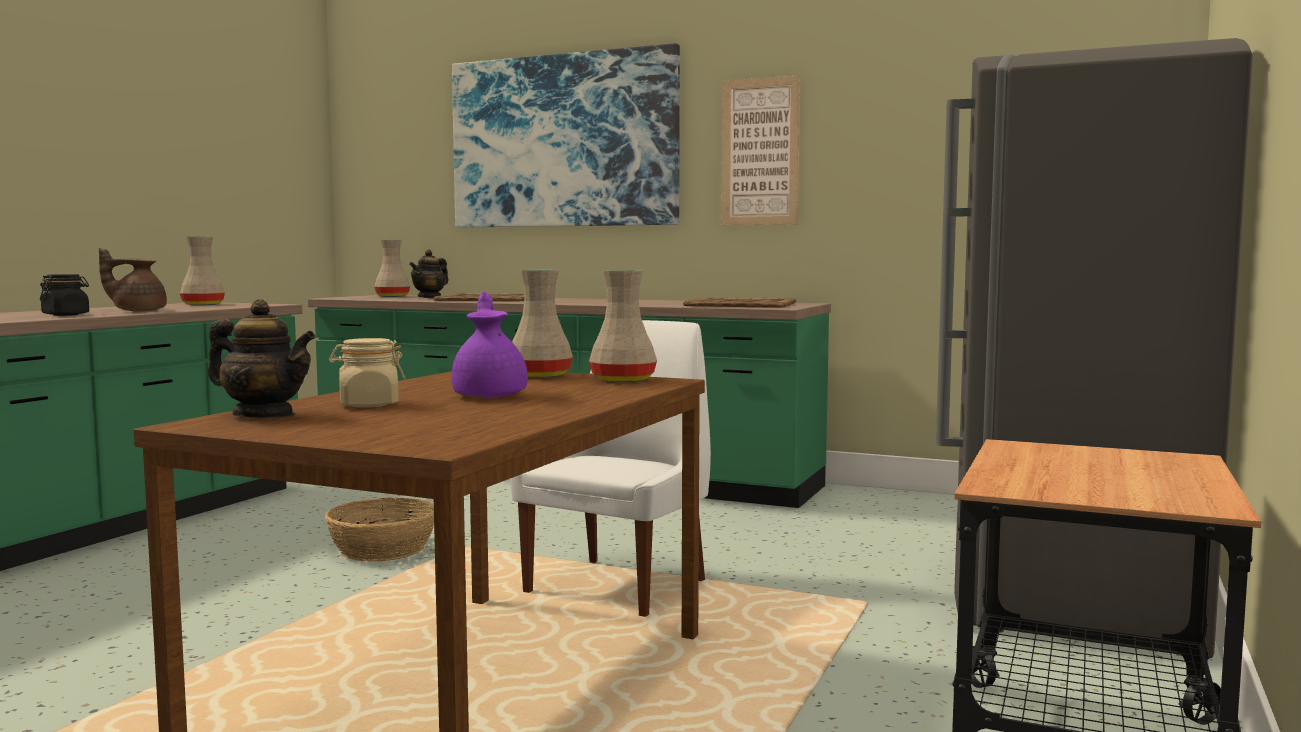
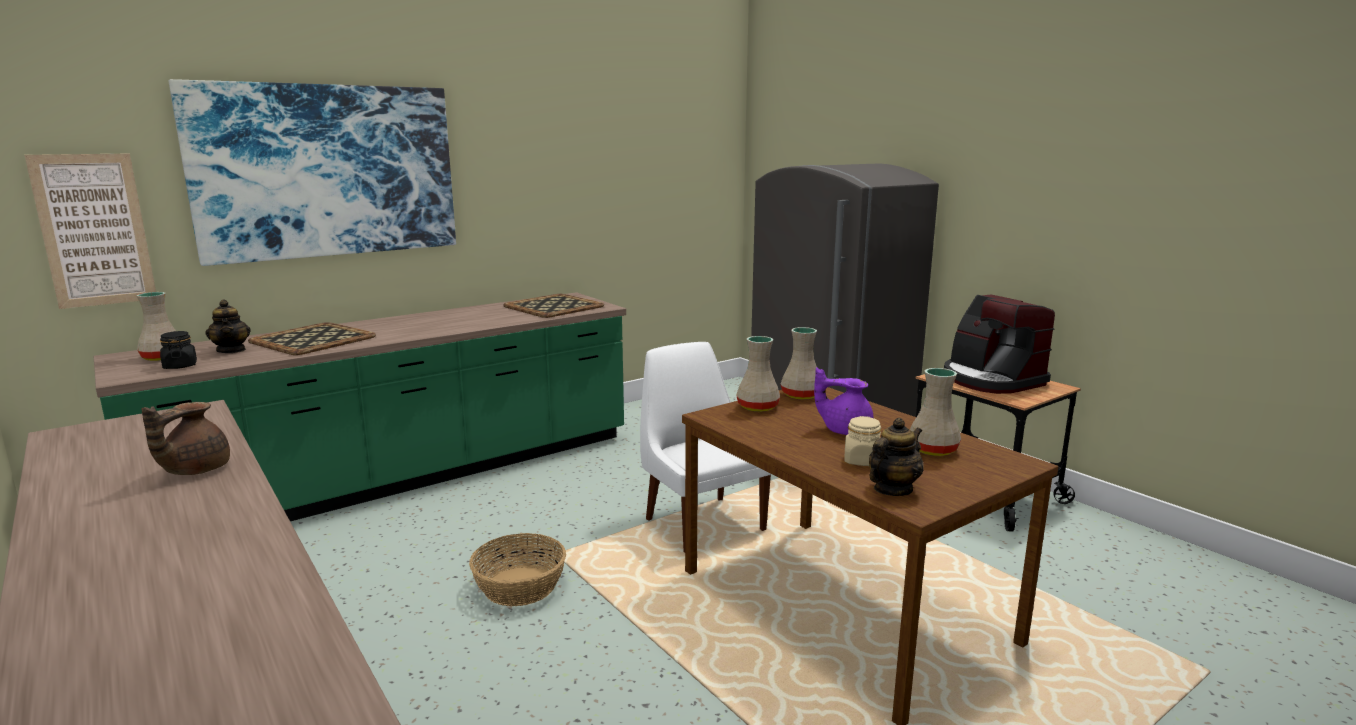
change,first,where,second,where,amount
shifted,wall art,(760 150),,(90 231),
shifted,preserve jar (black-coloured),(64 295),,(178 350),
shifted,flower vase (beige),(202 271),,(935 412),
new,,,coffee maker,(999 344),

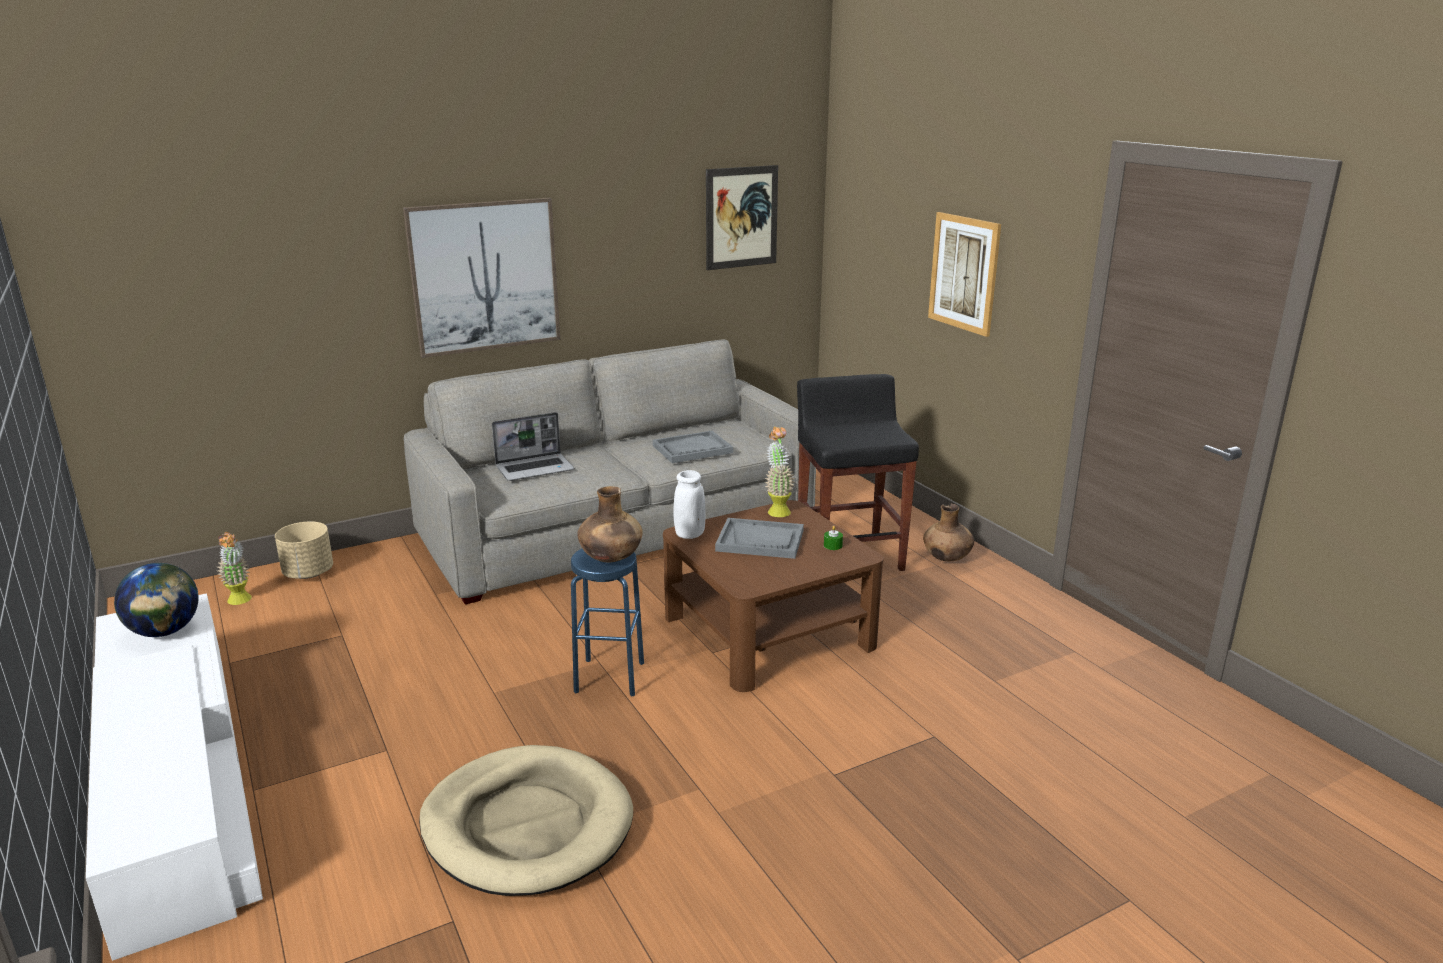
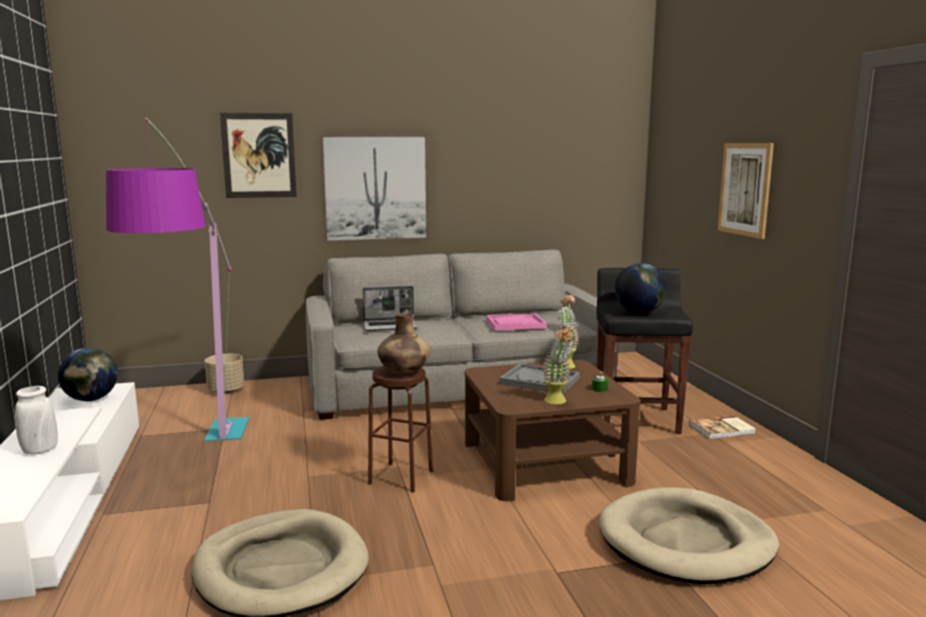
change,first,where,second,where,amount
shifted,flower vase (whitish),(689 504),,(36 420),
new,,,standard lamp,(177 279),
shifted,wall art,(742 217),,(258 155),
repainted,stool (bluish),(607 623),stool (brown-coloured),(400 429),
repainted,serving tray (gray),(693 447),serving tray (pink),(516 321),
shifted,plant in a pot,(234 568),,(557 365),
new,,,dog bed (beige),(689 535),
new,,,world globe,(640 288),
swapped,flower vase (brown-coloured),(948 532),bound book,(722 427),

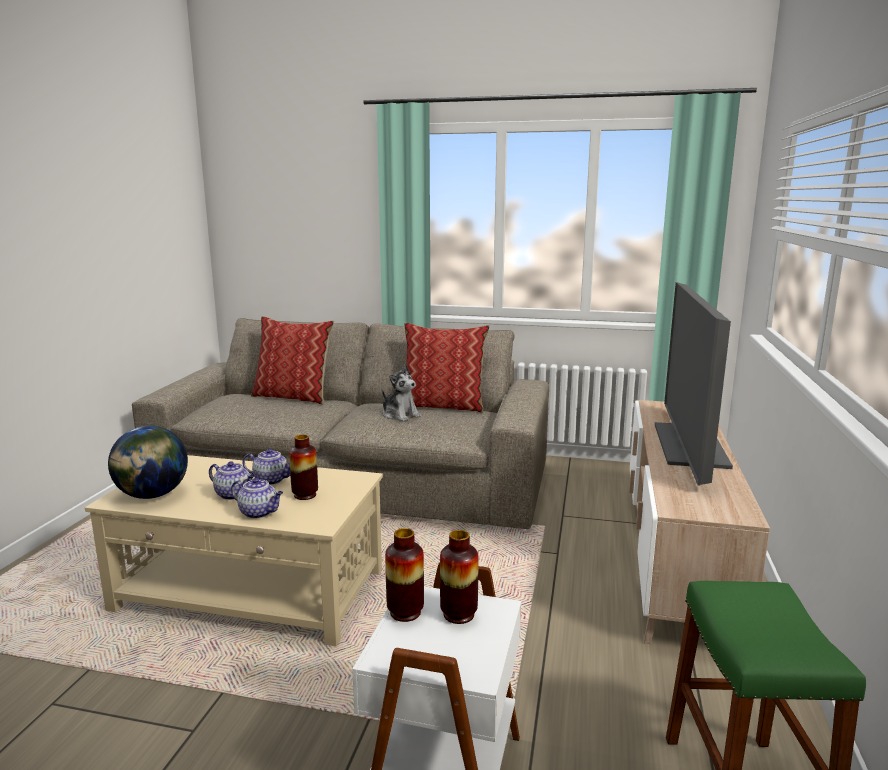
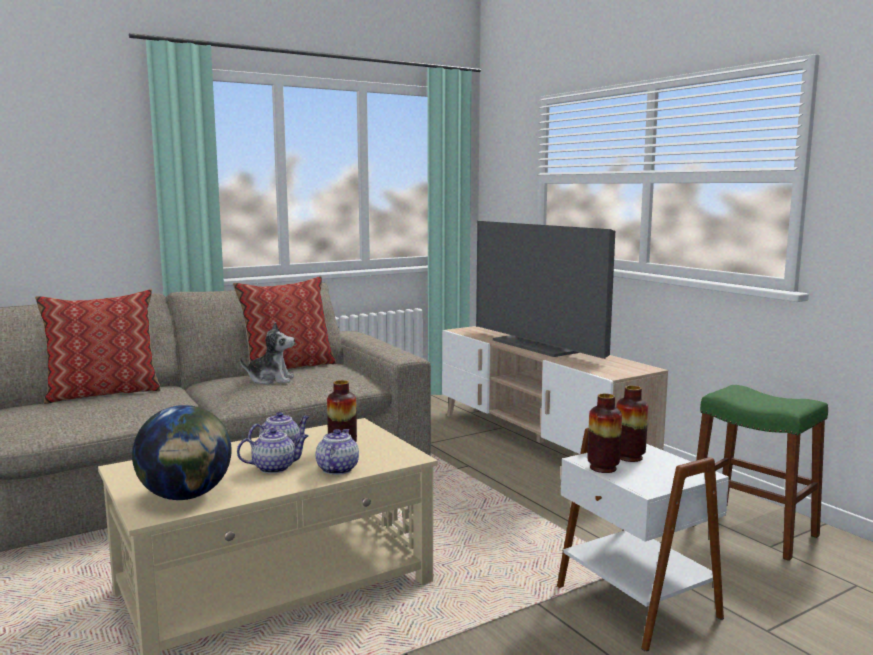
change,first,where,second,where,amount
rotated,pot for tea,(257 498),,(337 452),60 degrees counterclockwise

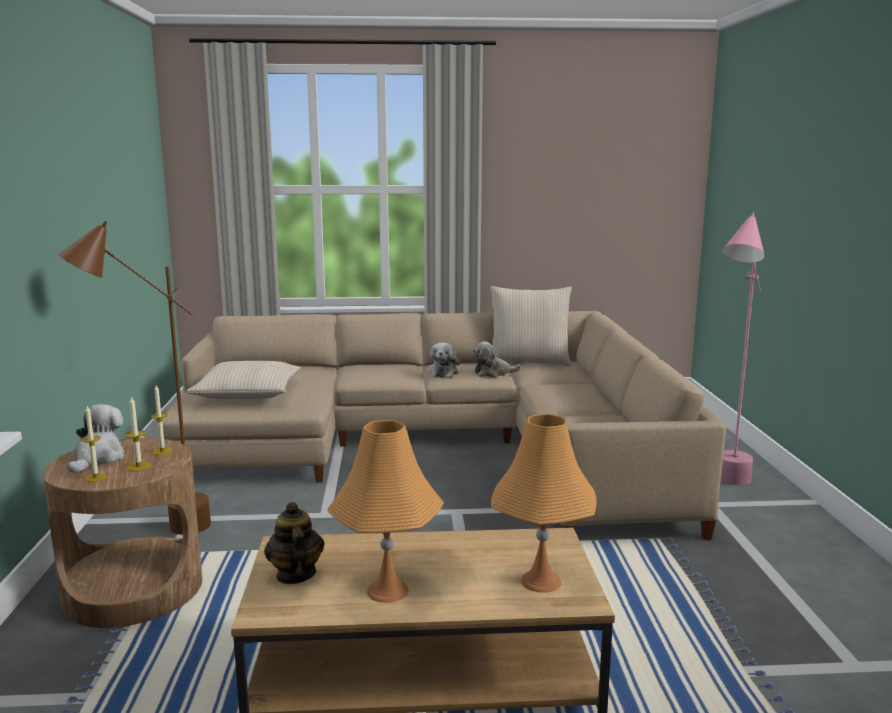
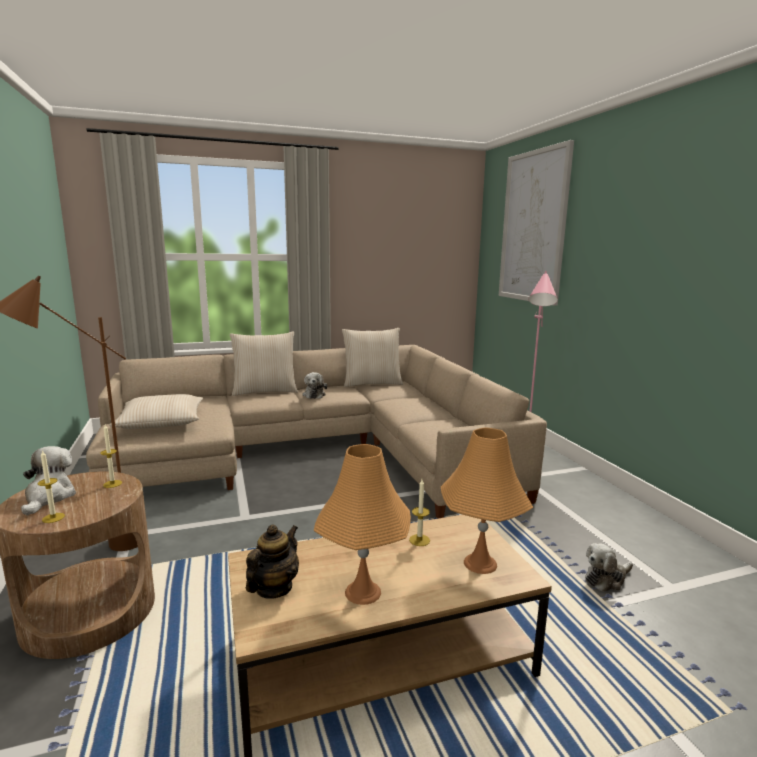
change,first,where,second,where,amount
new,,,throw pillow (beige),(264 364),
rotated,pot for tea,(294 543),,(272 562),60 degrees clockwise
shifted,candle,(138 433),,(419 513),
new,,,wall art,(536 223),
shifted,plush toy,(496 359),,(609 567),

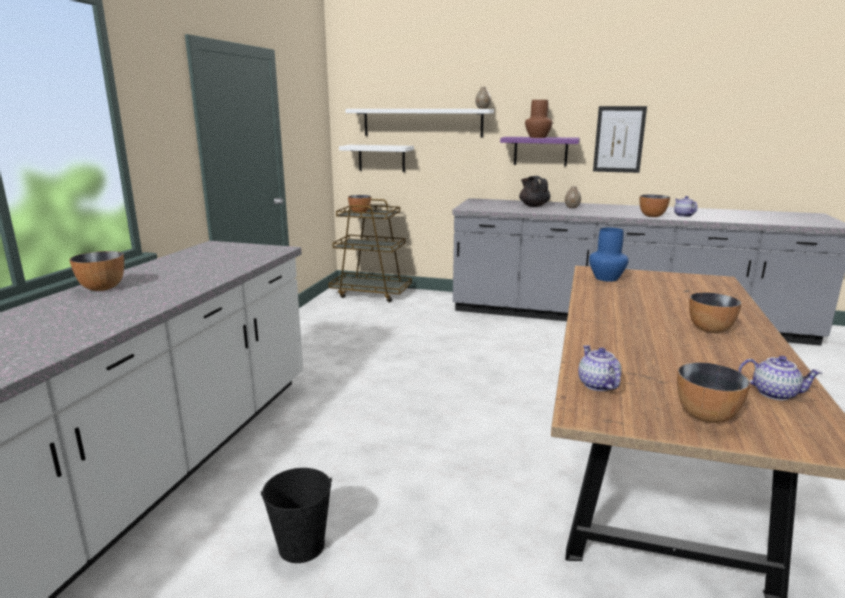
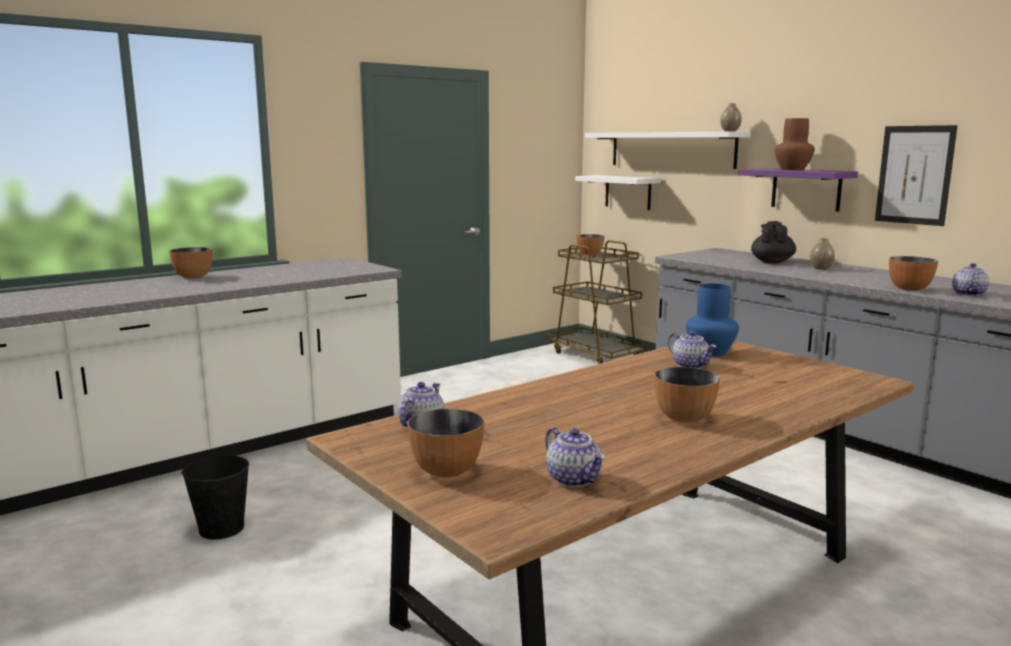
change,first,where,second,where,amount
new,,,pot for tea,(692 349),

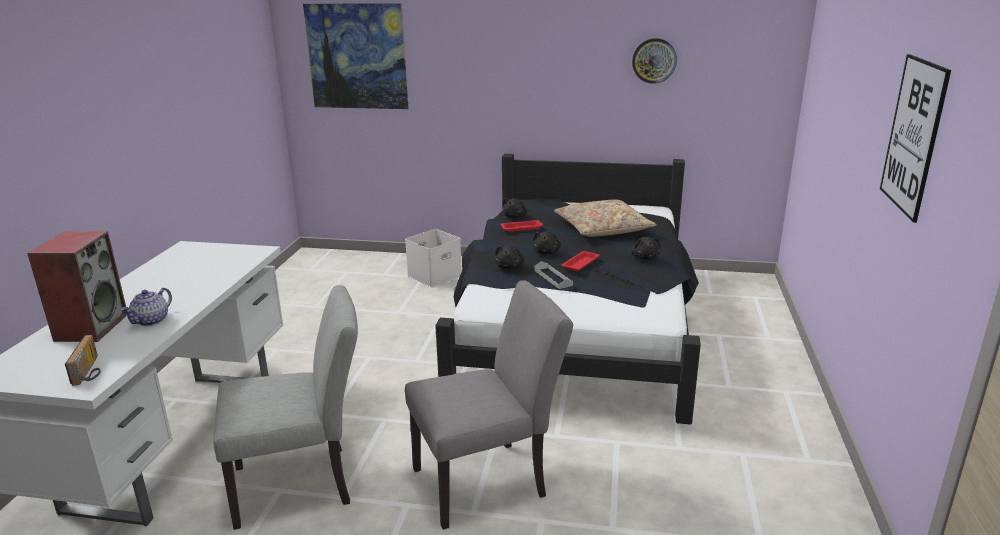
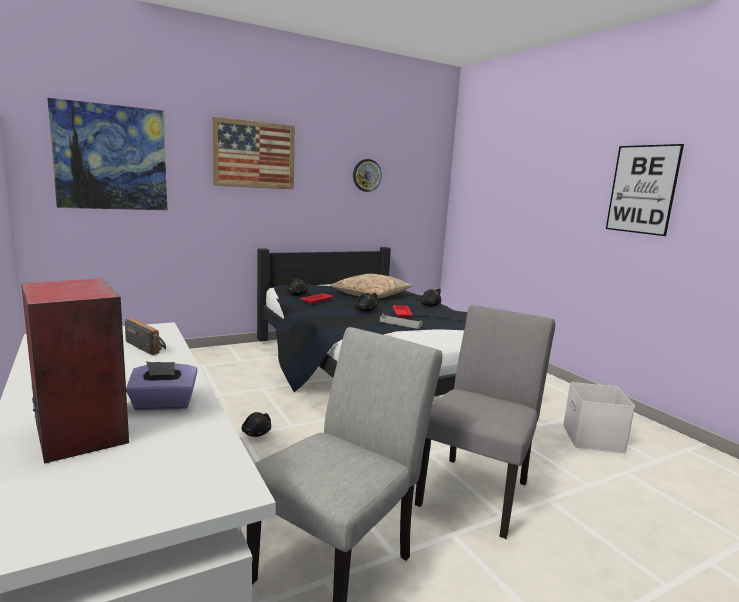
change,first,where,second,where,amount
shifted,radio,(83 360),,(145 336),
swapped,pot for tea,(146 307),box of tissues (purple-coloured),(162 386),
new,,,wall art,(253 152),
shifted,plush toy (black-coloured),(510 257),,(256 424),
shifted,storage container (whitish),(433 258),,(599 417),

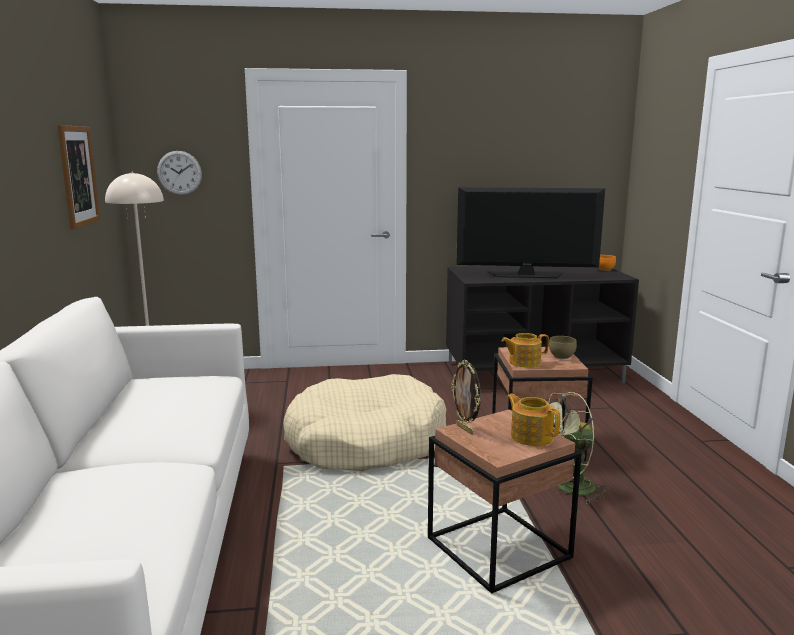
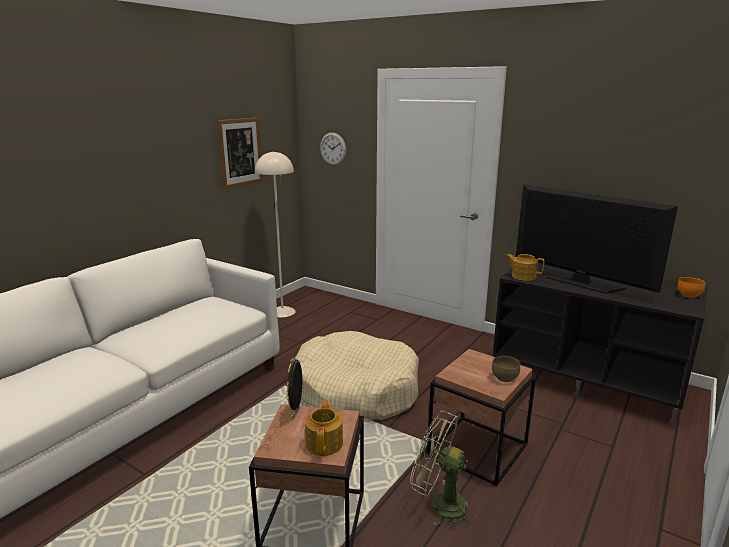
change,first,where,second,where,amount
shifted,pot for tea,(525 350),,(525 267),

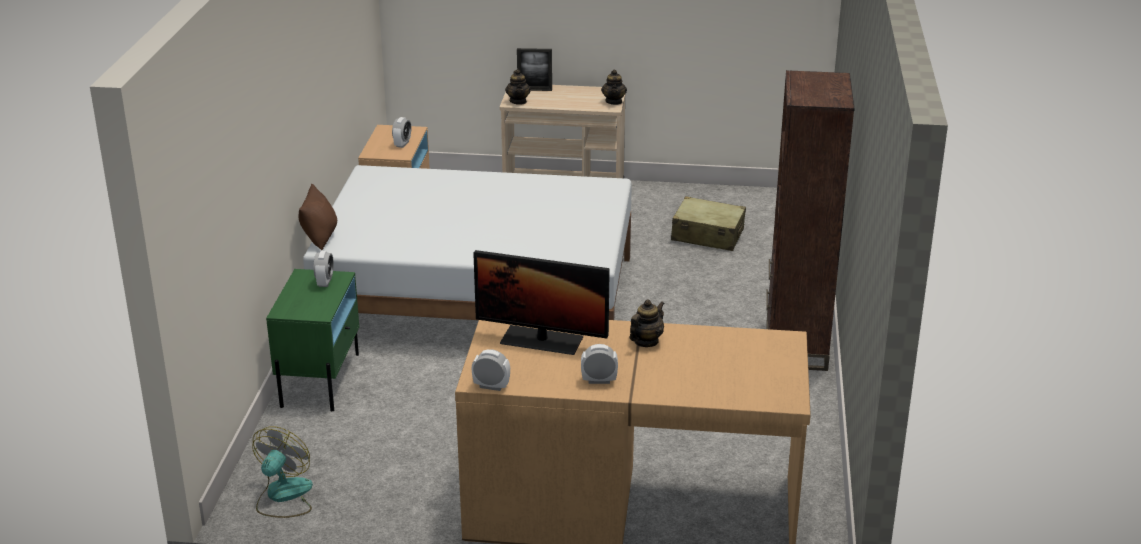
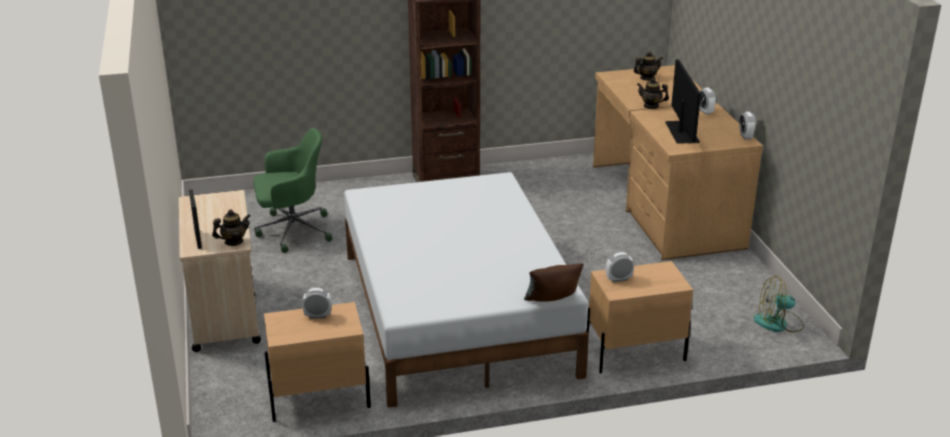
change,first,where,second,where,amount
swapped,suitcase (beige),(708 223),office chair (green-coloured),(292 190),
repainted,night table (green-coloured),(312 340),night table (beige),(639 317),
shifted,pot for tea,(614 87),,(648 65),

